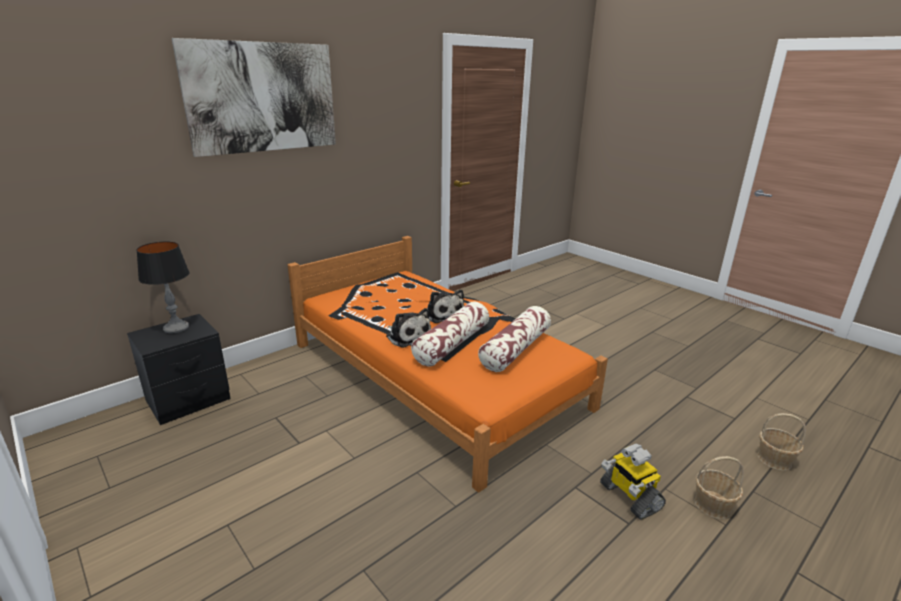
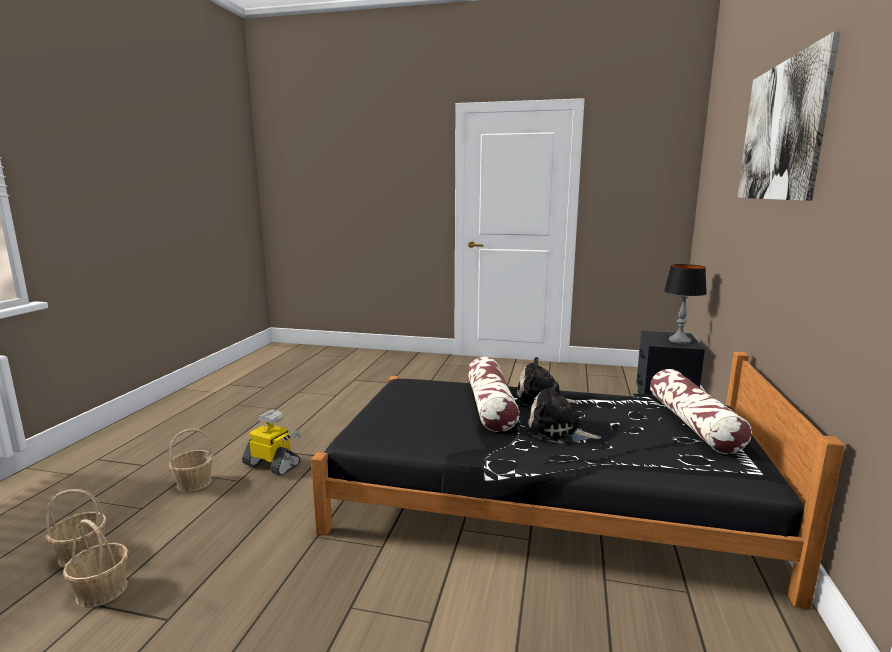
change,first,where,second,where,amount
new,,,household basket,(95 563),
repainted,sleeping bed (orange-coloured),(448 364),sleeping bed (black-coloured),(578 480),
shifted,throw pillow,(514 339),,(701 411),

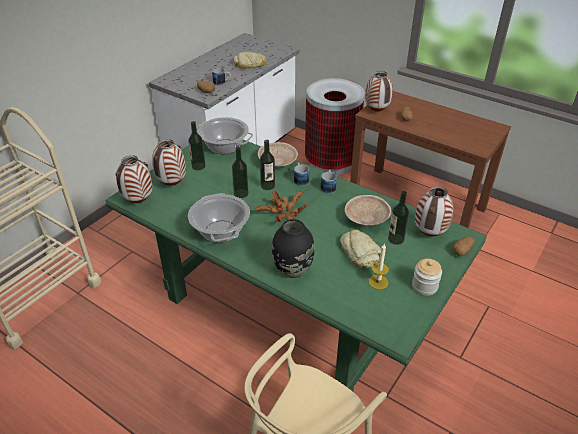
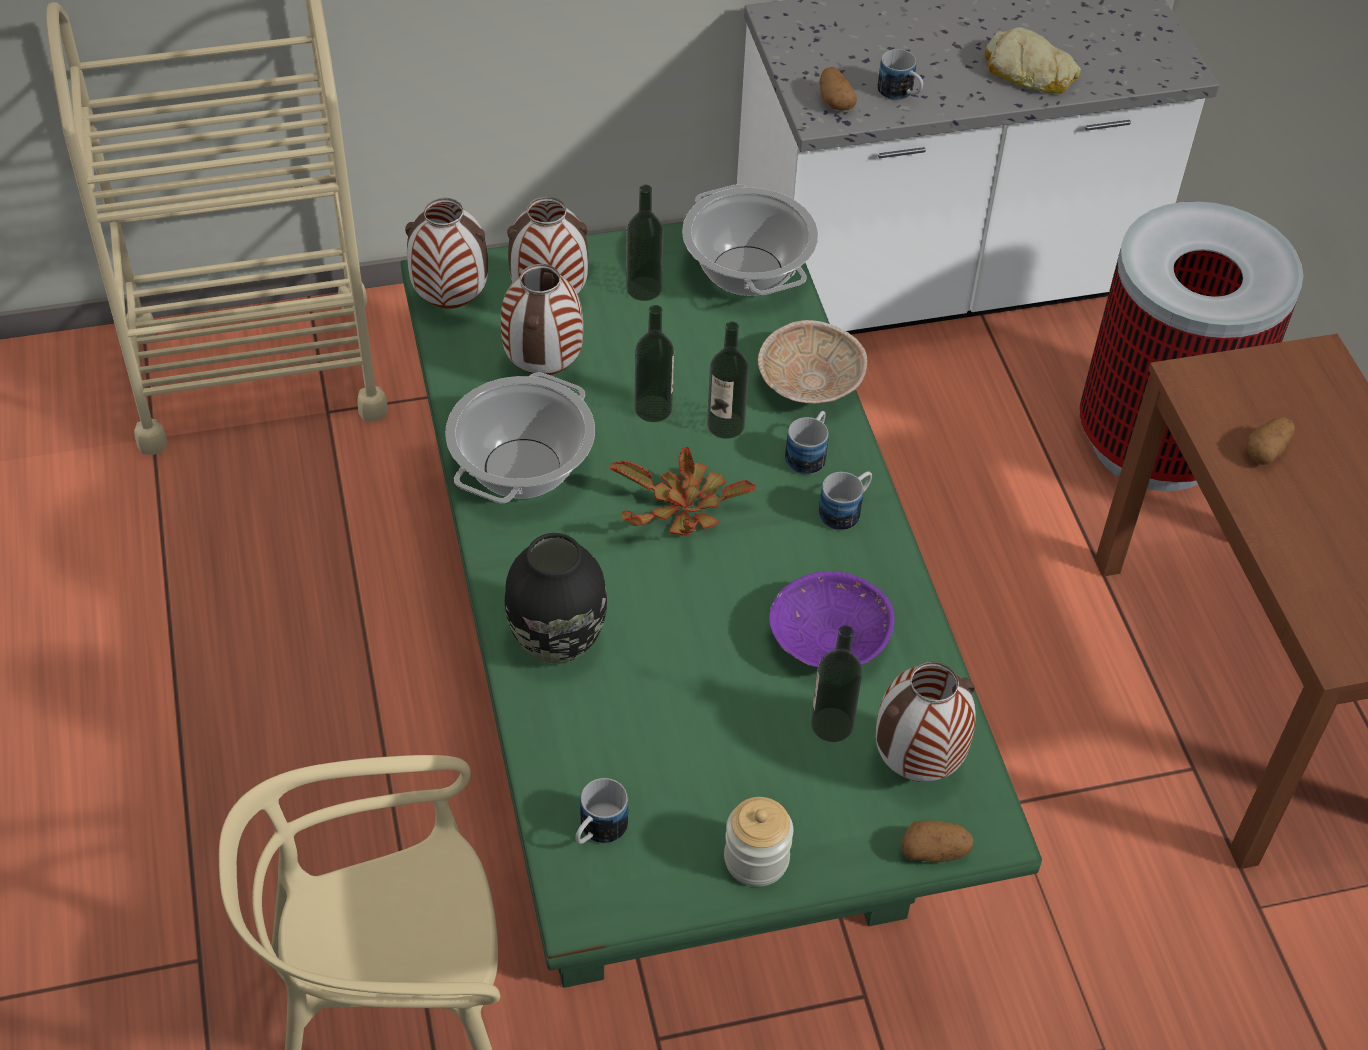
change,first,where,second,where,amount
shifted,flower vase,(379 91),,(542 319),
new,,,tea mug,(601 811),
repainted,bowl (beige),(368 210),bowl (purple-coloured),(831 619),
gone,baked bread,(360 248),,,
gone,candle,(379 267),,,

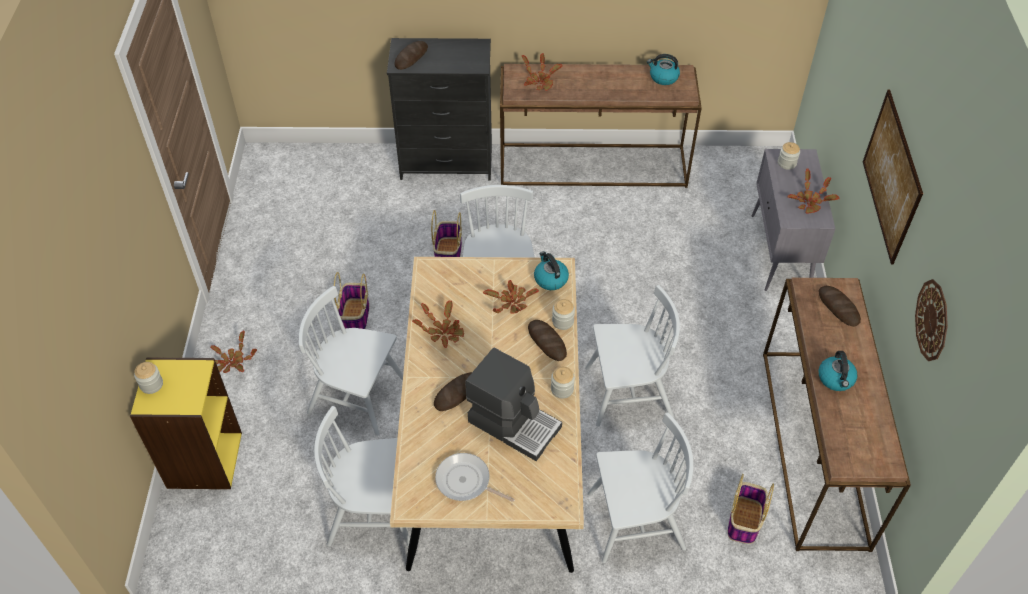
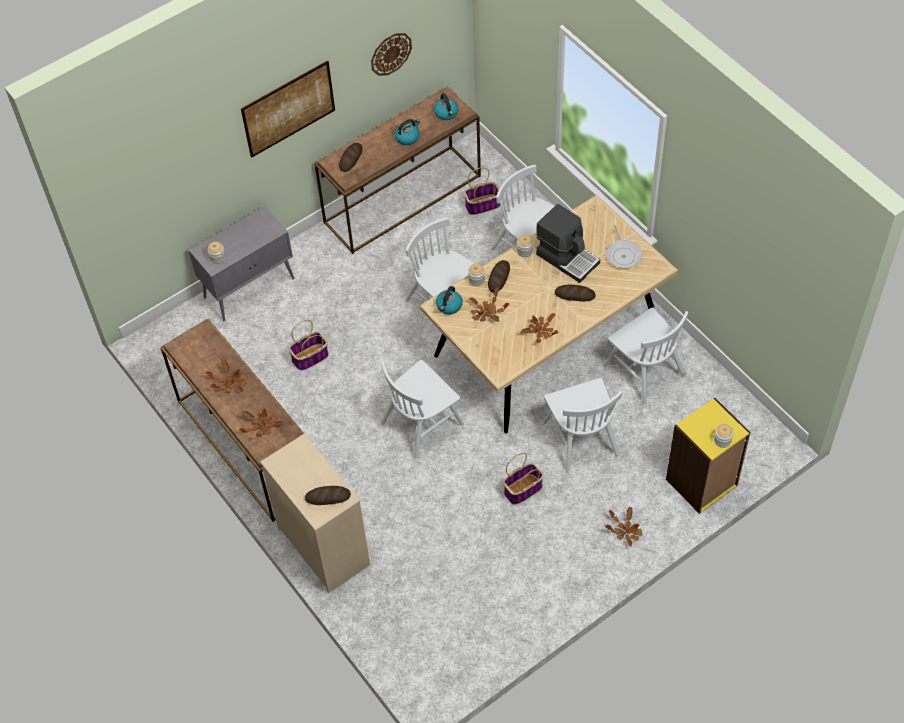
change,first,where,second,where,amount
shifted,plant in a pot,(814 191),,(226 376),
repainted,drawer chest (black-coloured),(439 109),drawer chest (beige),(315 513),
shifted,household basket,(446 233),,(308 345),
shifted,water kettle,(663 69),,(446 106),
rotated,coffee maker,(513 404),,(568 243),135 degrees clockwise

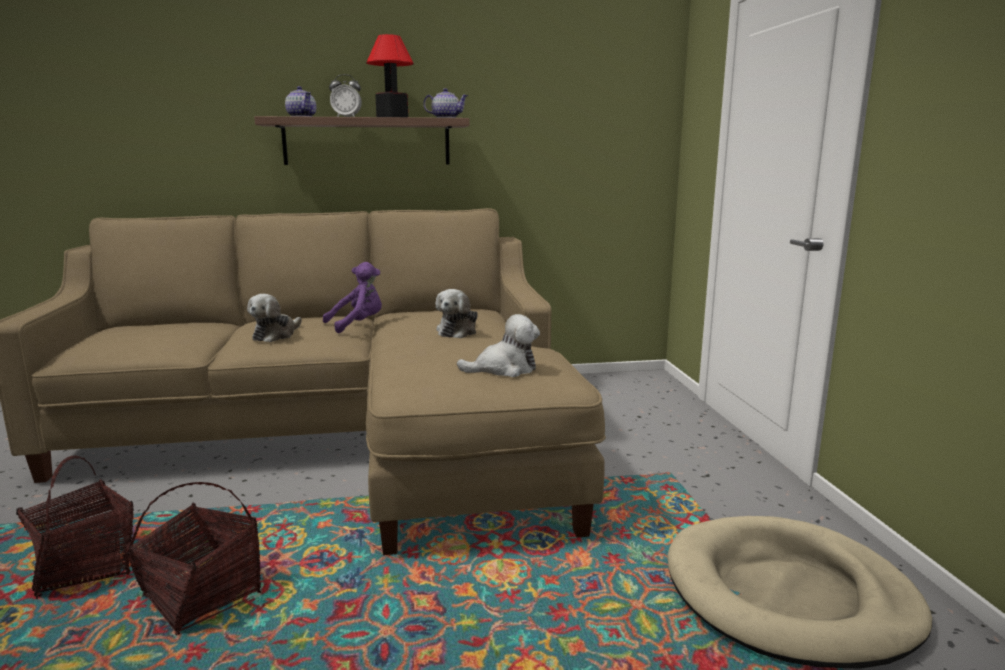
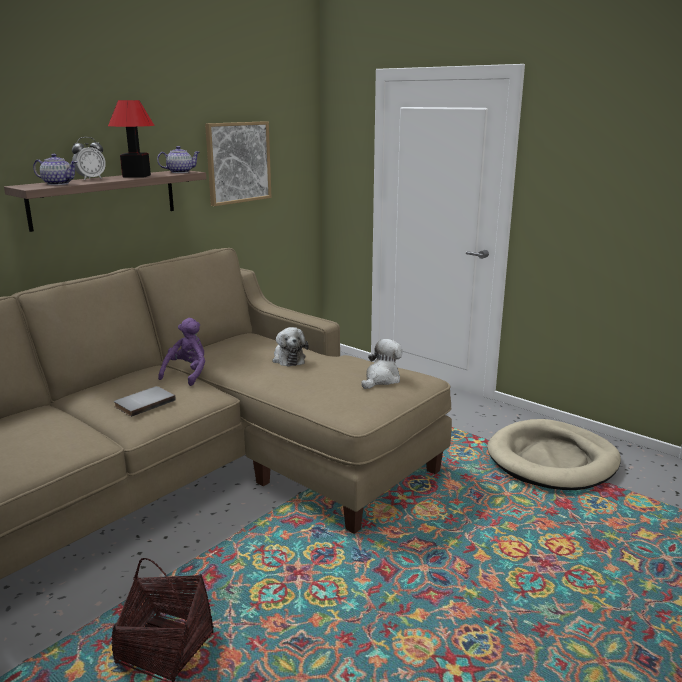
change,first,where,second,where,amount
swapped,plush toy,(274 318),bound book (gray),(145 401),
new,,,wall art,(238 163),
gone,household basket,(193 558),,,

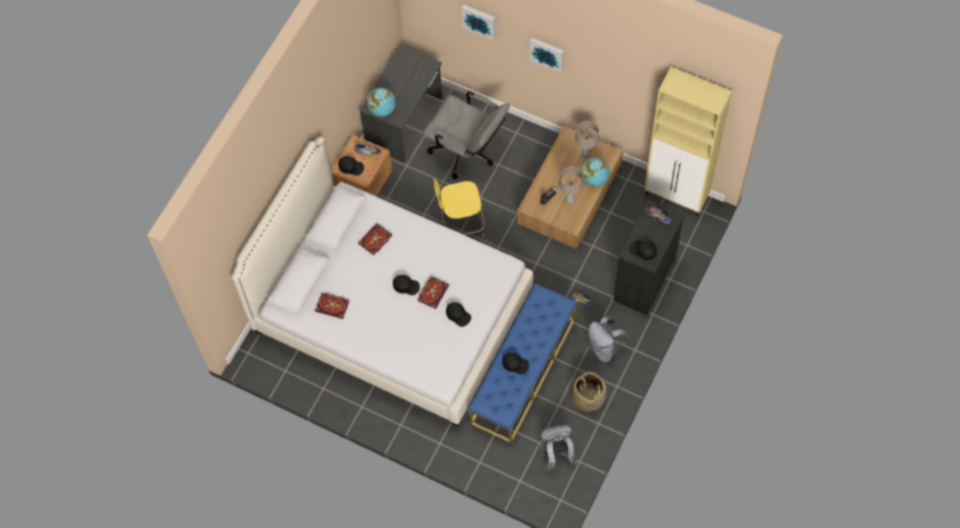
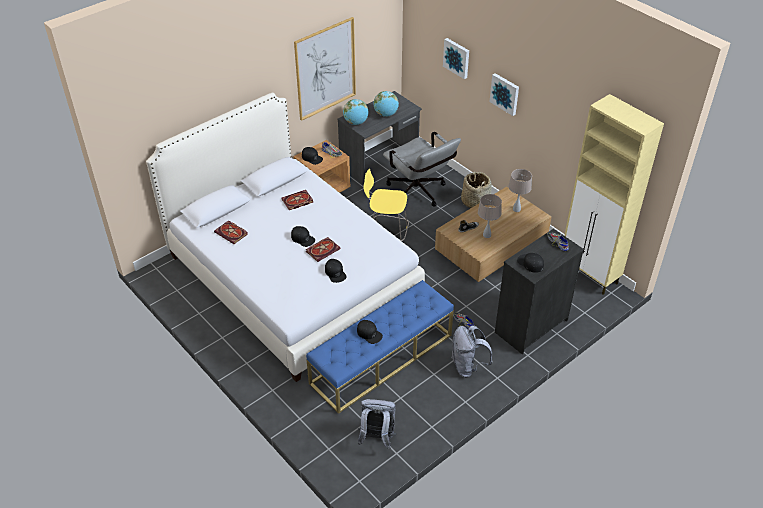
change,first,where,second,where,amount
new,,,wall art,(325 69),
shifted,world globe,(595 172),,(386 104),
shifted,household basket,(589 392),,(476 190),

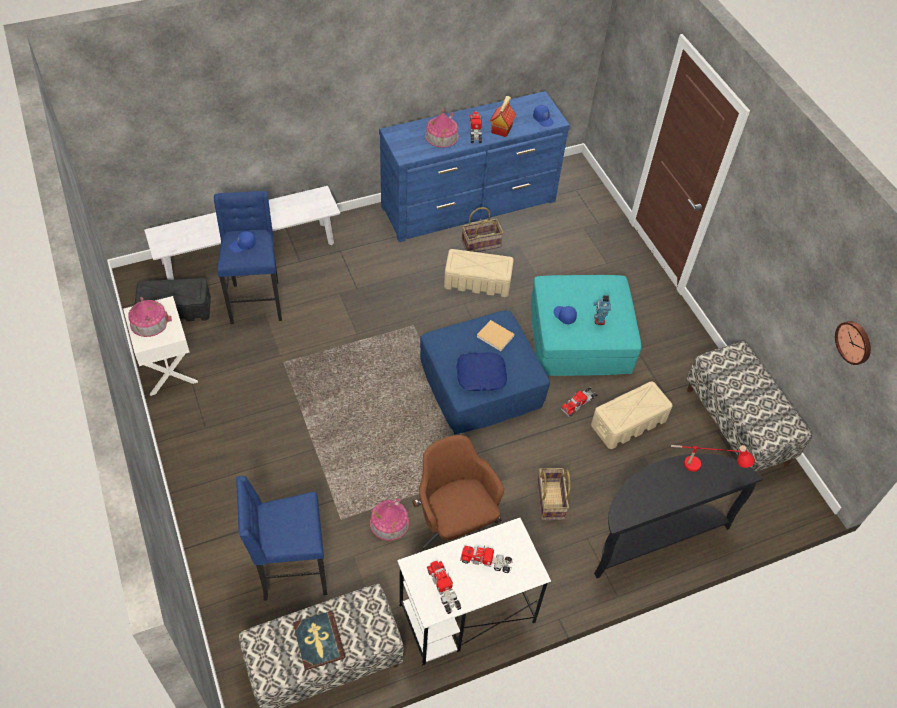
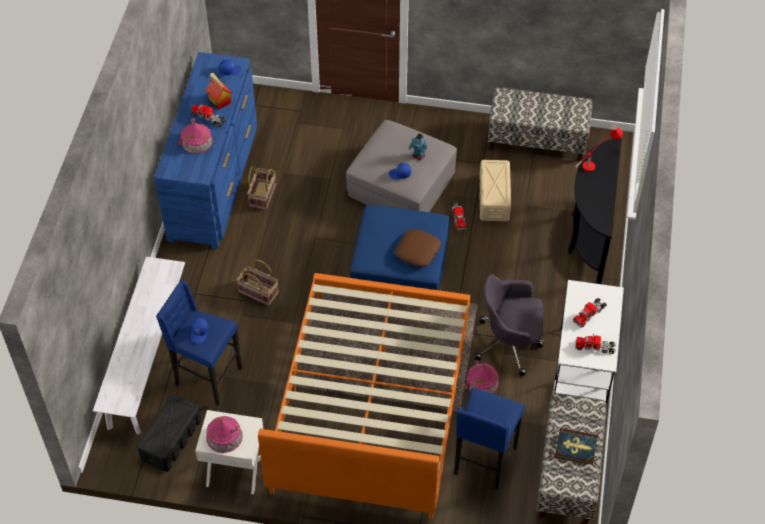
change,first,where,second,where,amount
shifted,household basket,(553 494),,(257 283),
new,,,sleeping bed (orange-coloured),(364 396),
repainted,footrest (turquoise-coloured),(586 325),footrest (gray),(401 166),
repainted,throw pillow (bluish),(481 371),throw pillow (brown-coloured),(418 248),
repainted,office chair (brown-coloured),(458 493),office chair (gray),(509 325),
gone,storage container (beige),(479 273),,,
gone,bound book (beige),(495 335),,,
gone,hanging clock,(853 343),,,

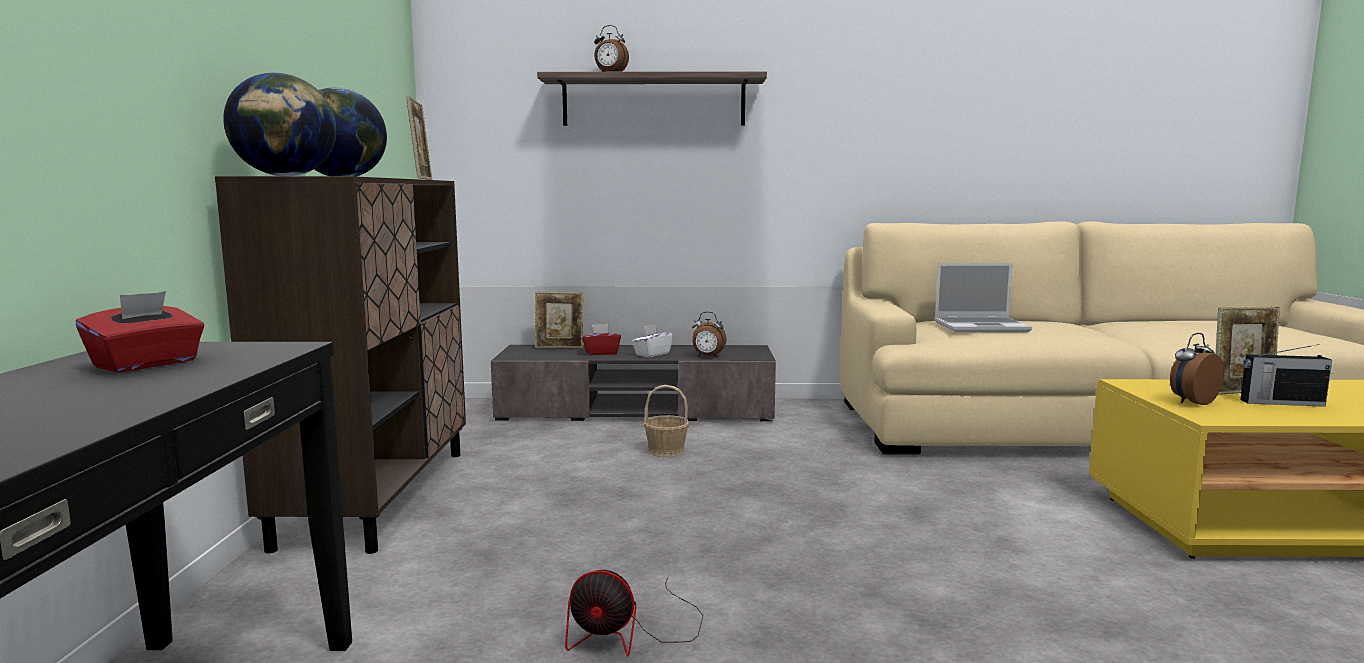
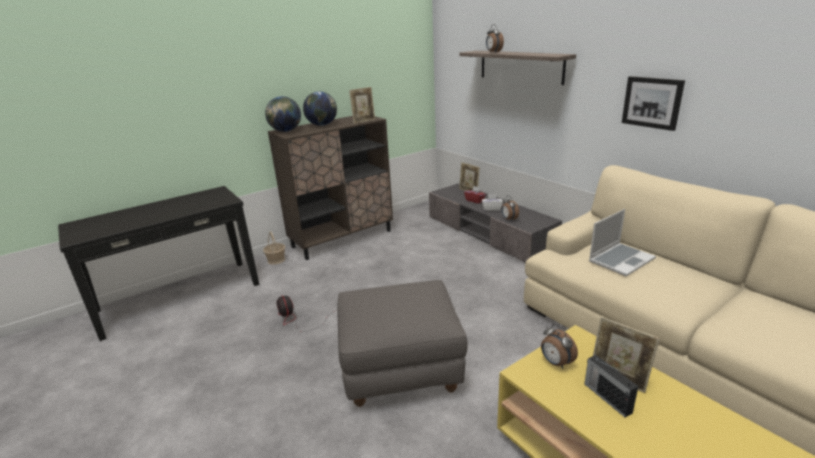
change,first,where,second,where,amount
shifted,household basket,(666 421),,(274 248),
new,,,footrest (gray),(402 343),
rotated,alarm clock,(1197 369),,(559 346),150 degrees counterclockwise
rotated,notebook computer,(983 297),,(622 242),90 degrees counterclockwise
new,,,wall art,(653 103),
gone,box of tissues (reddish),(140 331),,,

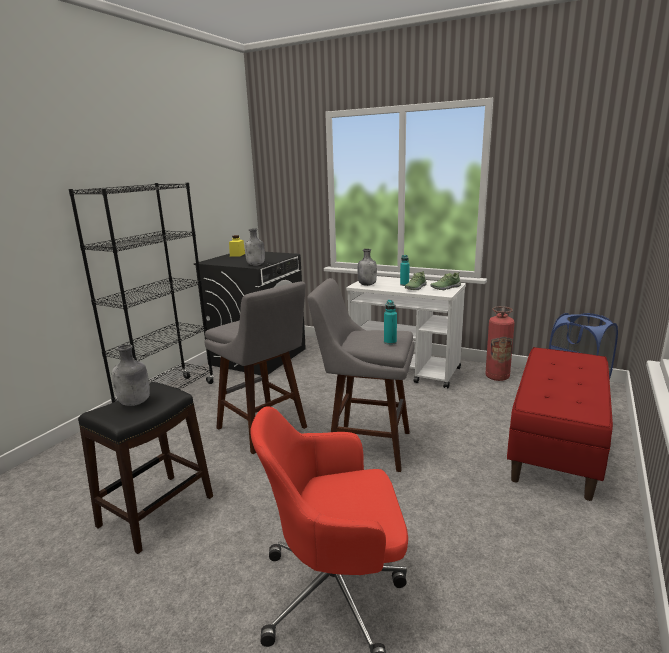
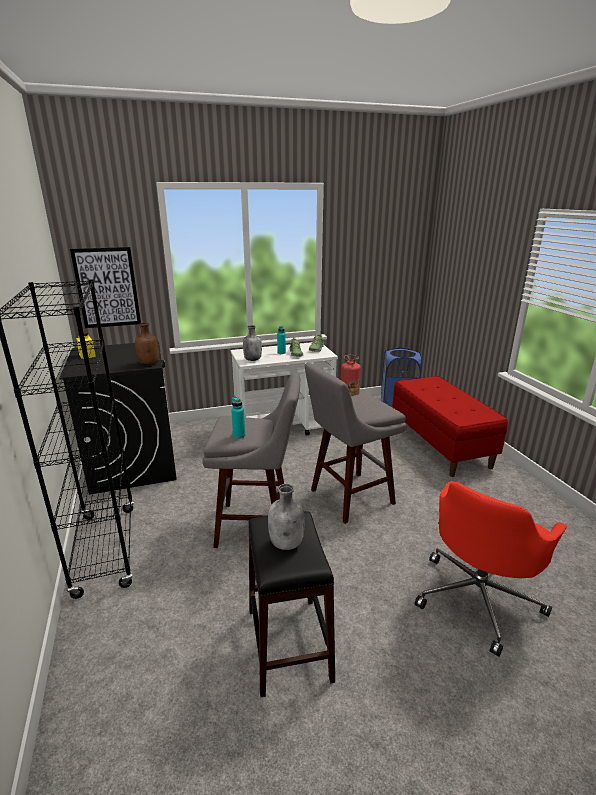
change,first,where,second,where,amount
new,,,wall art,(105 287),
repainted,bottle (gray),(255 247),bottle (brown-coloured),(147 344),
shifted,bottle (turquoise-coloured),(390 322),,(238 418),

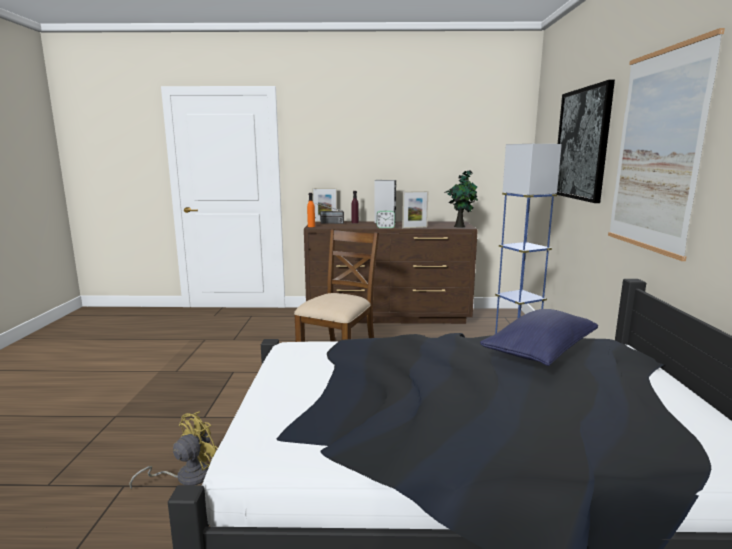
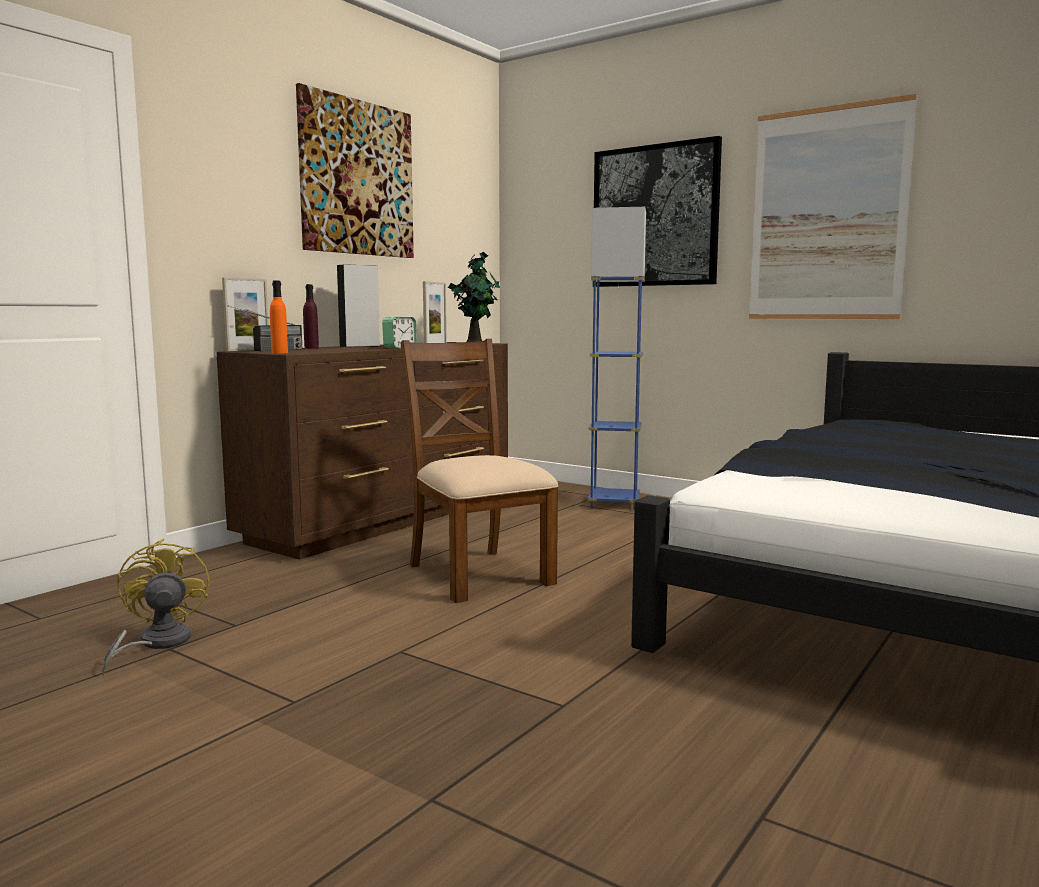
change,first,where,second,where,amount
shifted,fan (yellow),(173 450),,(155 607),
new,,,wall art,(355 170),
gone,throw pillow (bluish),(539 337),,,

